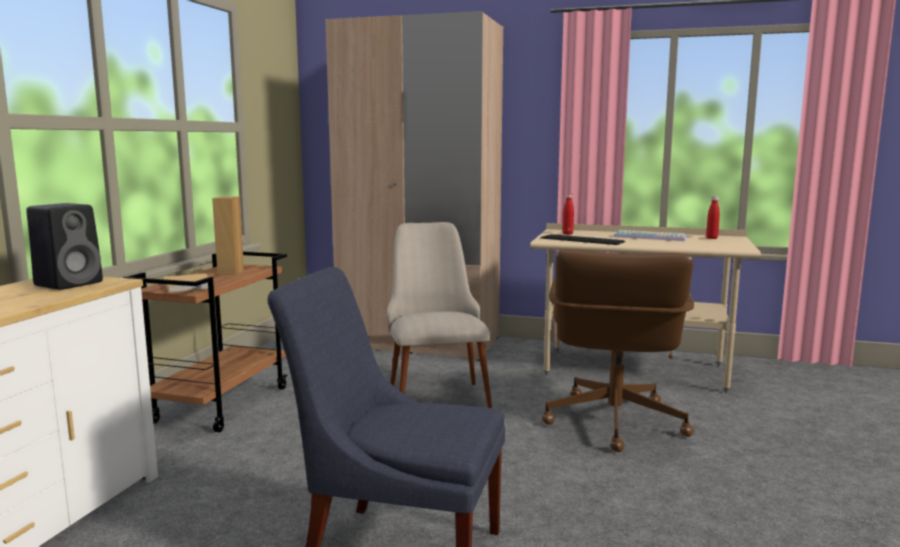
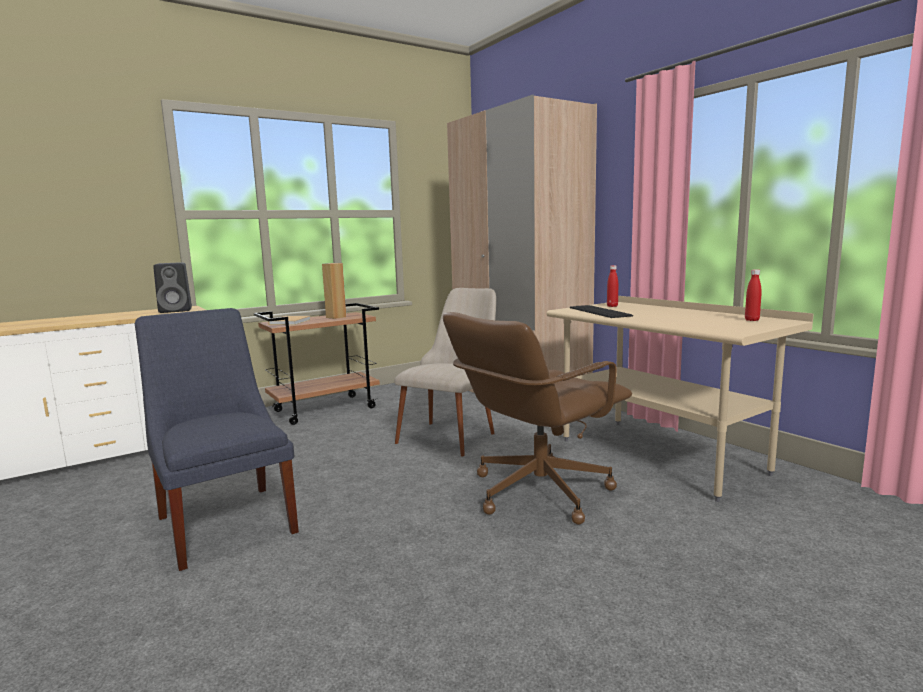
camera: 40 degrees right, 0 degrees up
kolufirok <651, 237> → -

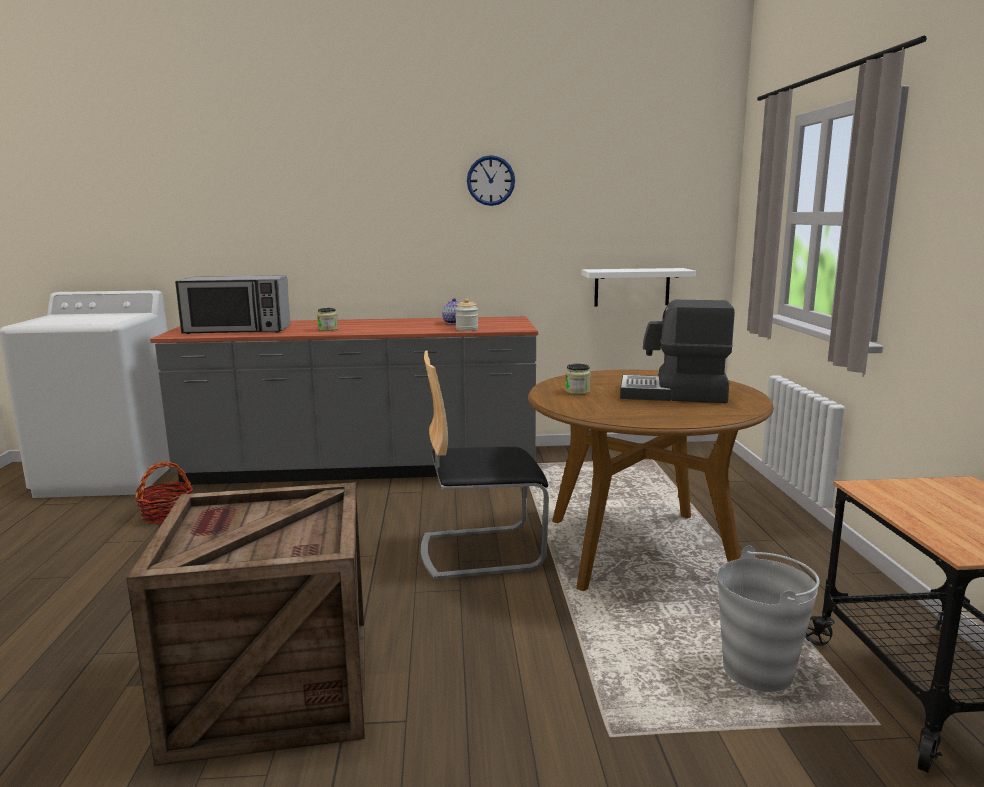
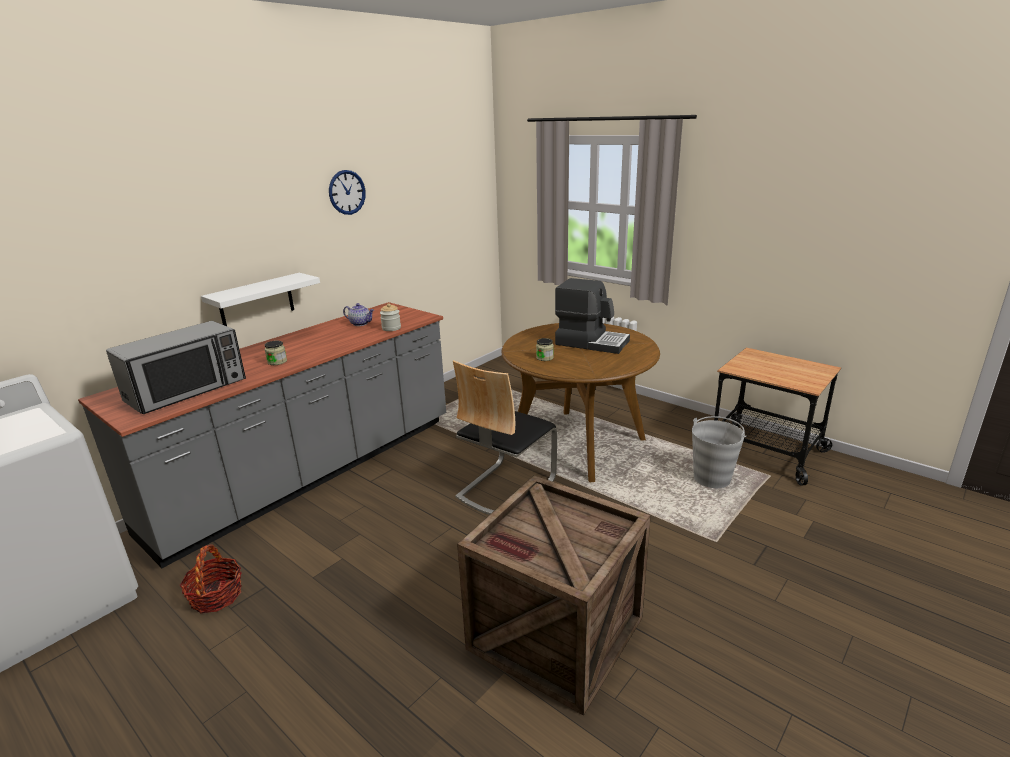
camera: 45 degrees left, 10 degrees up
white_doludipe <632, 287> → white_doludipe <256, 301>, relocated
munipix <673, 394> → munipix <591, 342>, 120 degrees counterclockwise

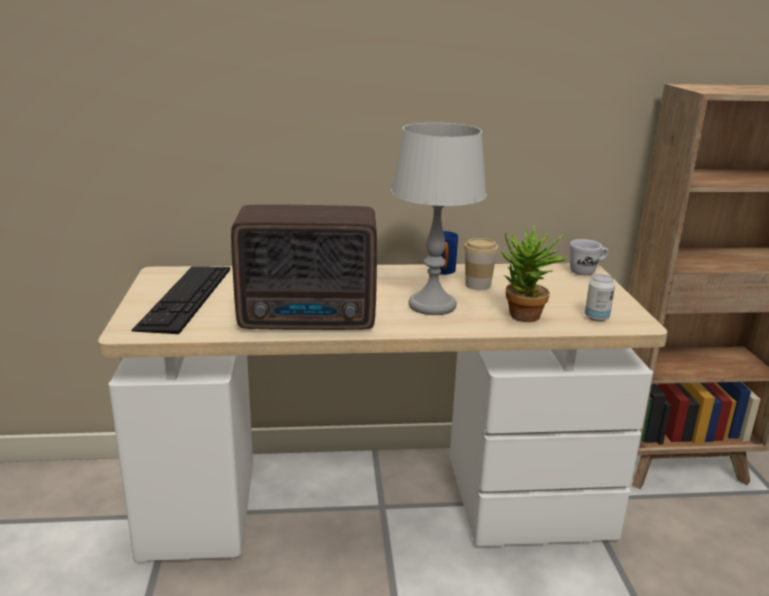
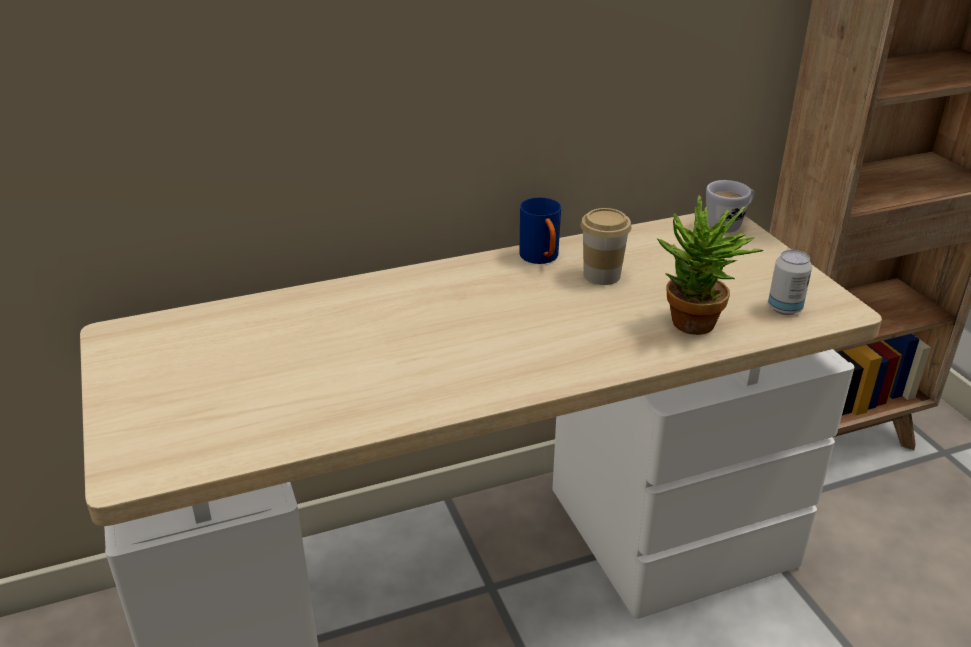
camera: 15 degrees left, 10 degrees up
kolufirok <186, 297> → -
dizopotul <311, 321> → -
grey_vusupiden <433, 305> → -

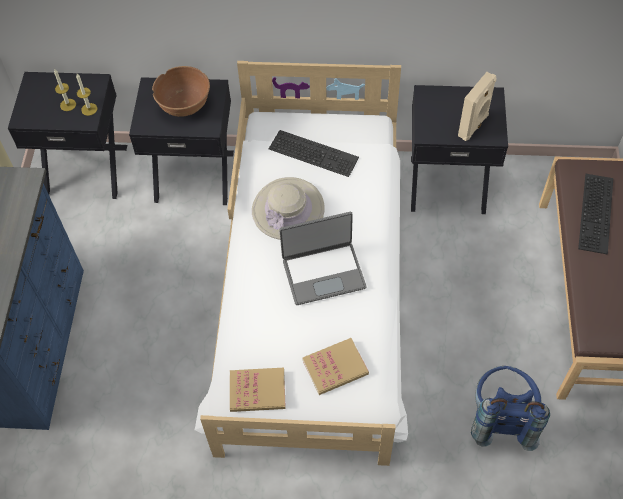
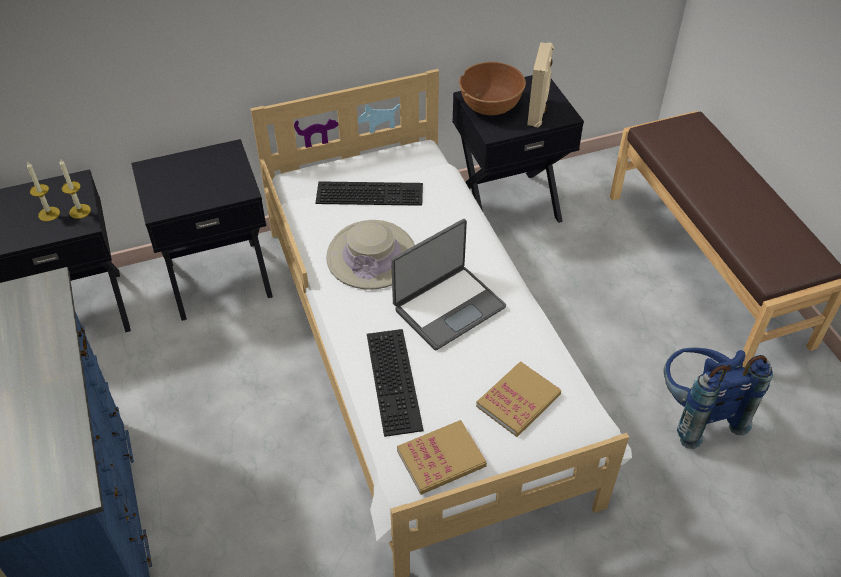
camera: 25 degrees left, 10 degrees down
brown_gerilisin <184, 104> → brown_gerilisin <490, 106>, relocated
kolufirok <597, 214> → kolufirok <396, 381>, relocated

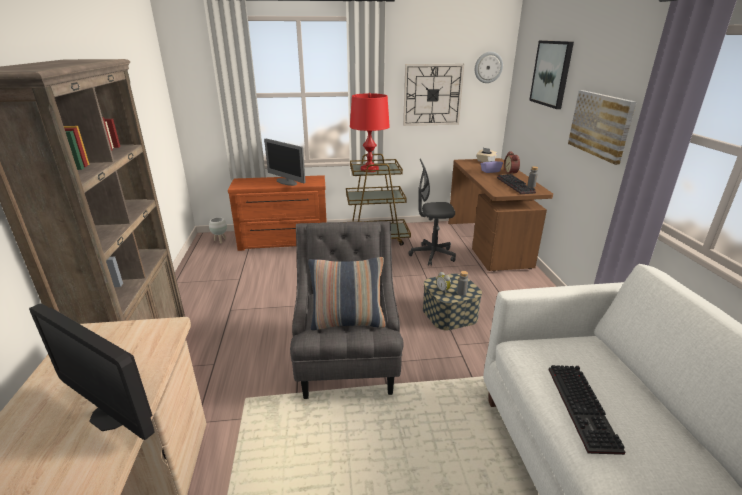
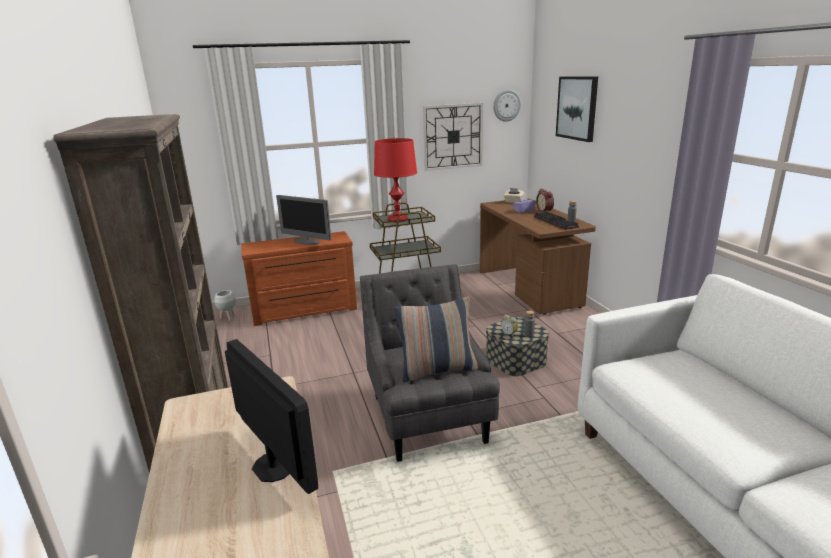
camera: 10 degrees left, 5 degrees down
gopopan <113, 414> → gopopan <273, 466>, 150 degrees counterclockwise
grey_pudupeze <432, 255> → -
kolufirok <585, 409> → -
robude <600, 125> → -

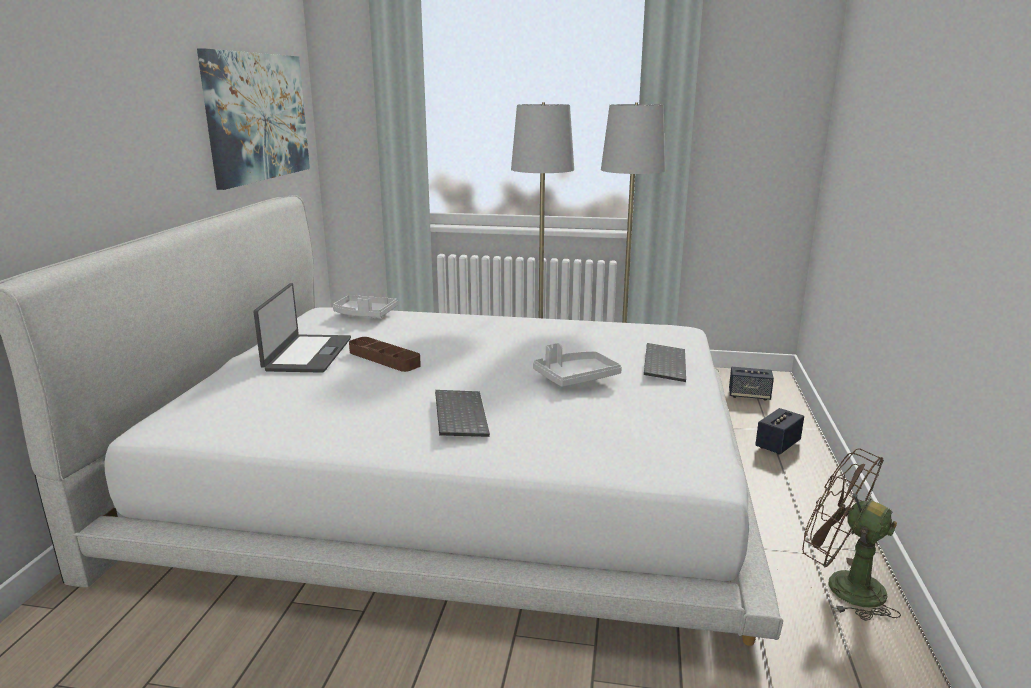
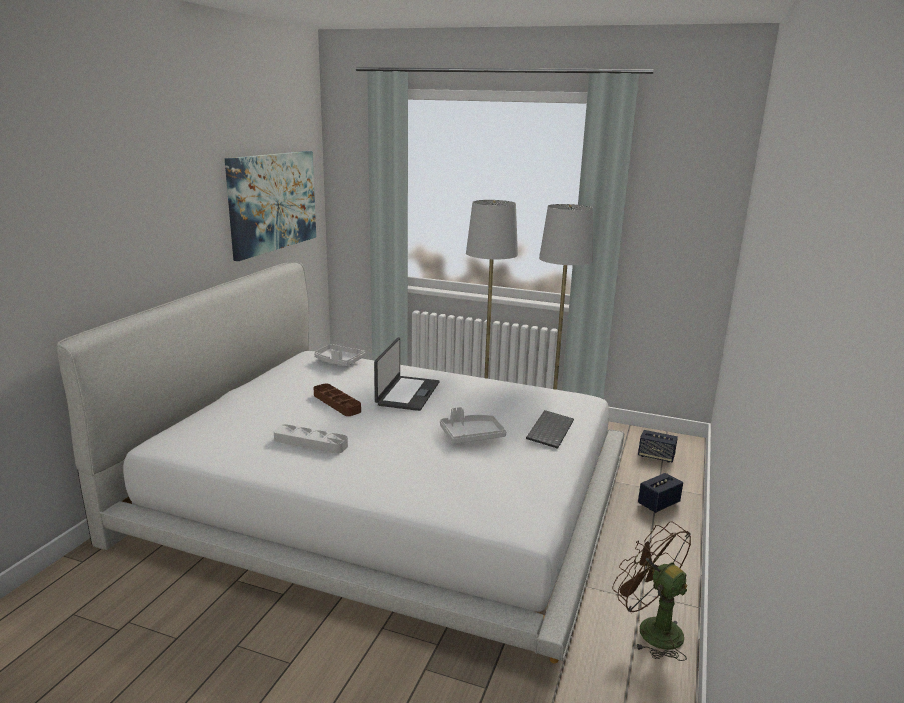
camera: 10 degrees right, 0 degrees up
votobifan <307, 354> → votobifan <407, 393>, relocated
kolufirok <458, 415> → -
- → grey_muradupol <310, 443>

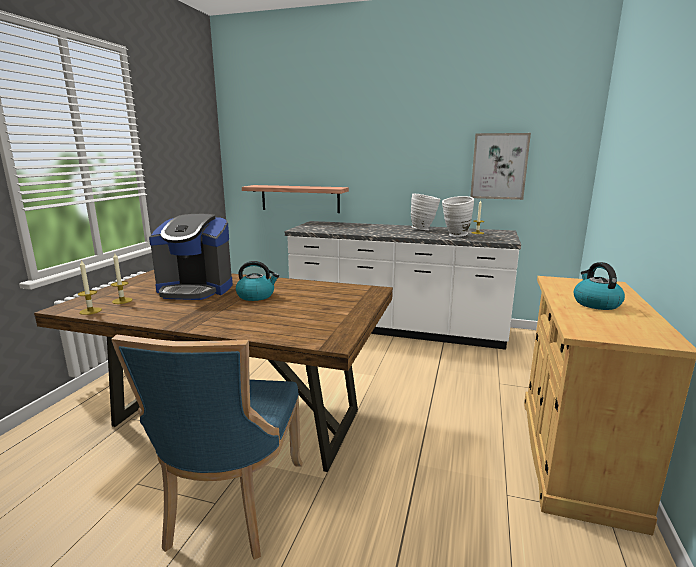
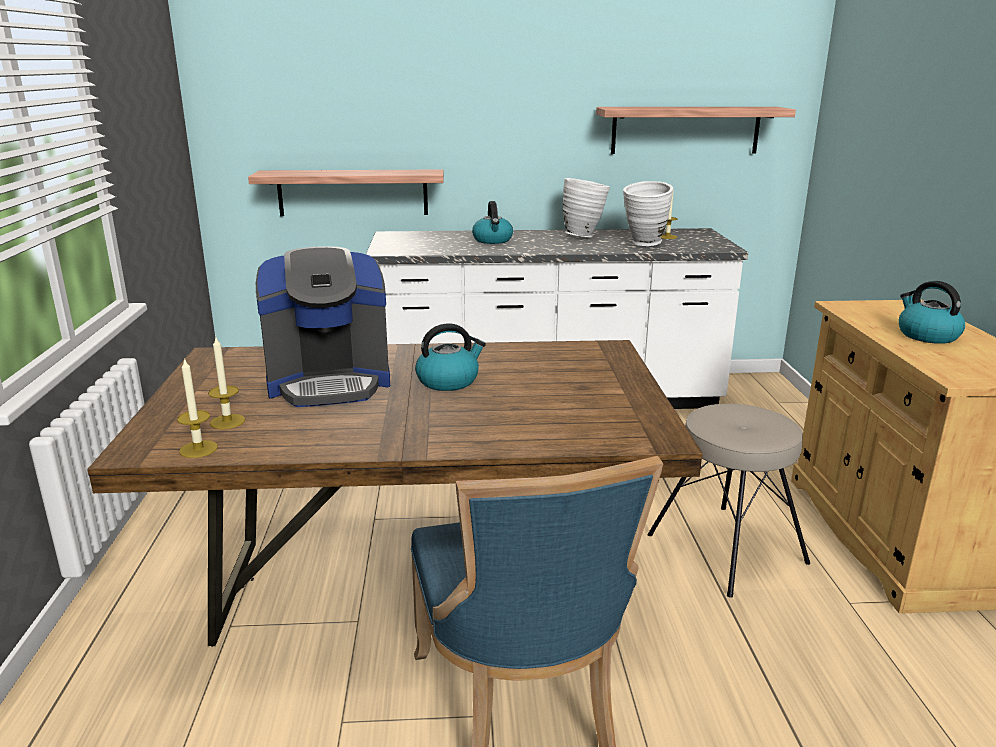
camera: 20 degrees left, 5 degrees up
robude <499, 166> → doludipe <685, 130>
- → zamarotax <493, 240>
- → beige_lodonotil <727, 547>

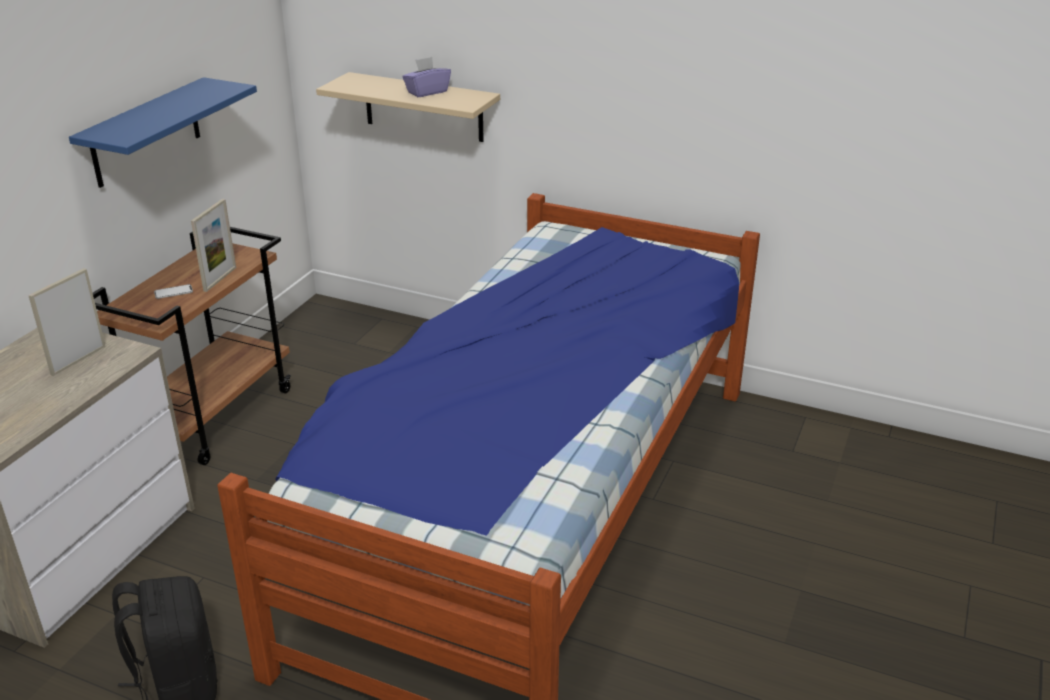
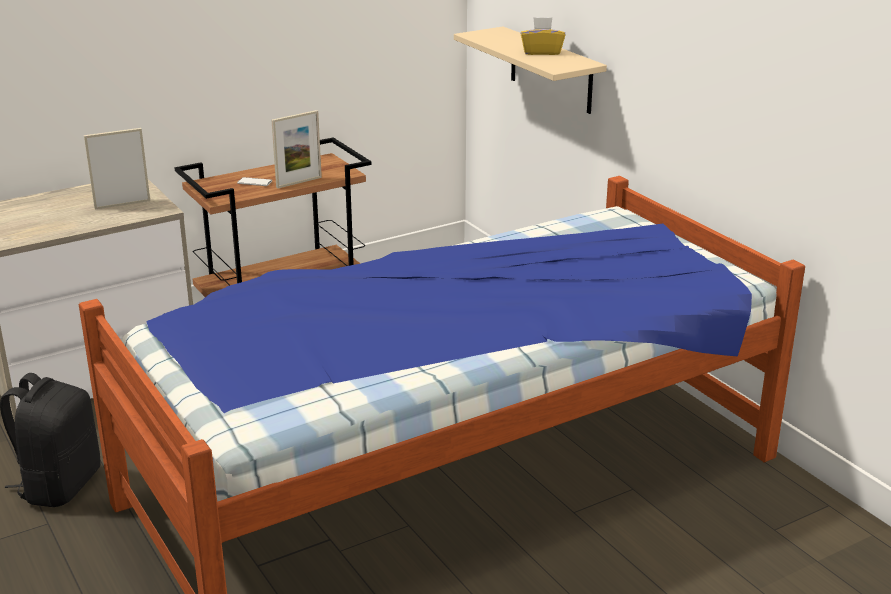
camera: 35 degrees right, 5 degrees down
blue_doludipe <146, 133> → -
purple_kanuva <427, 92> → yellow_kanuva <541, 52>

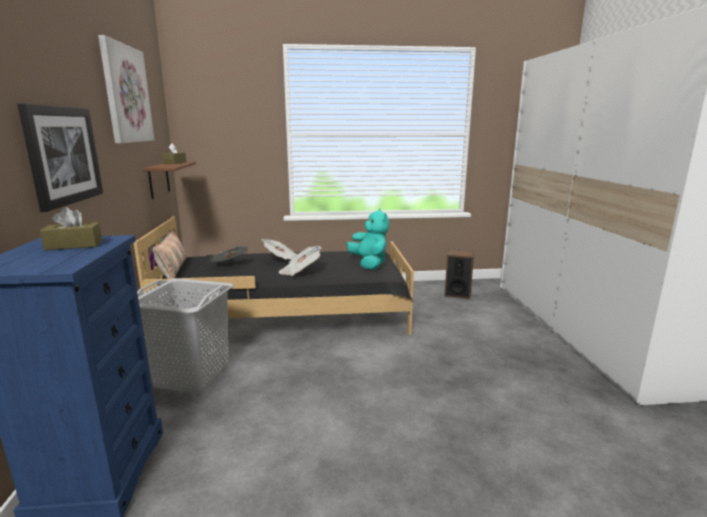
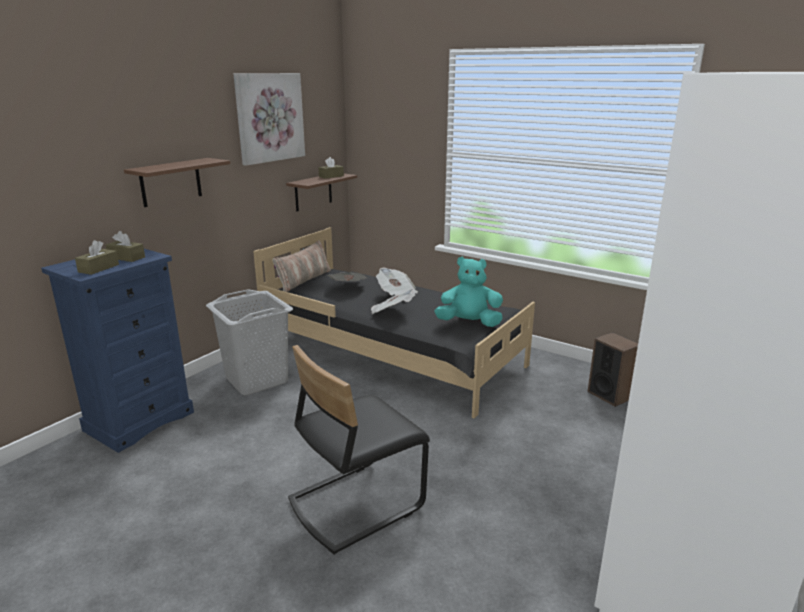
camera: 40 degrees right, 5 degrees up
robude <63, 155> → brown_doludipe <171, 182>
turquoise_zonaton <369, 264> → turquoise_zonaton <469, 323>, 105 degrees counterclockwise
- → brown_kanuva <98, 268>
- → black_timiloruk <355, 503>

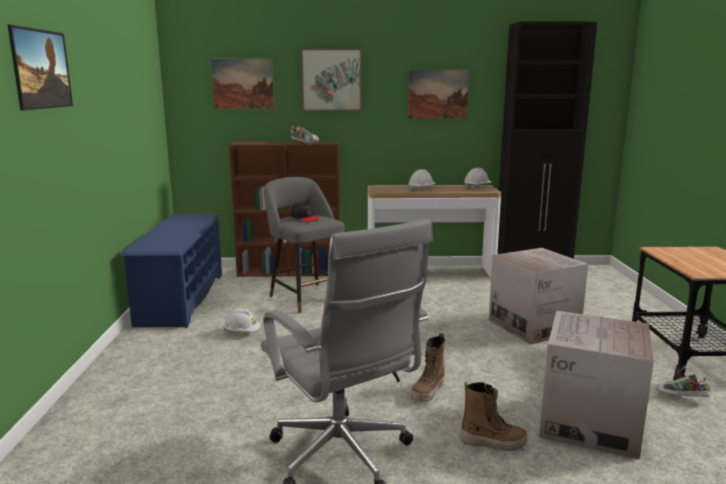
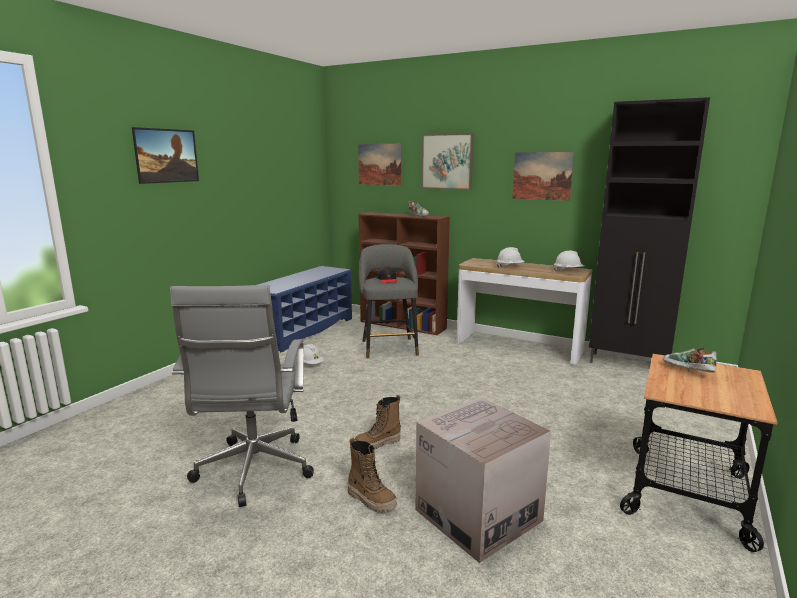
camera: 30 degrees right, 0 degrees up
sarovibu <533, 326> → -
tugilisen <681, 398> → tugilisen <687, 371>, relocated

